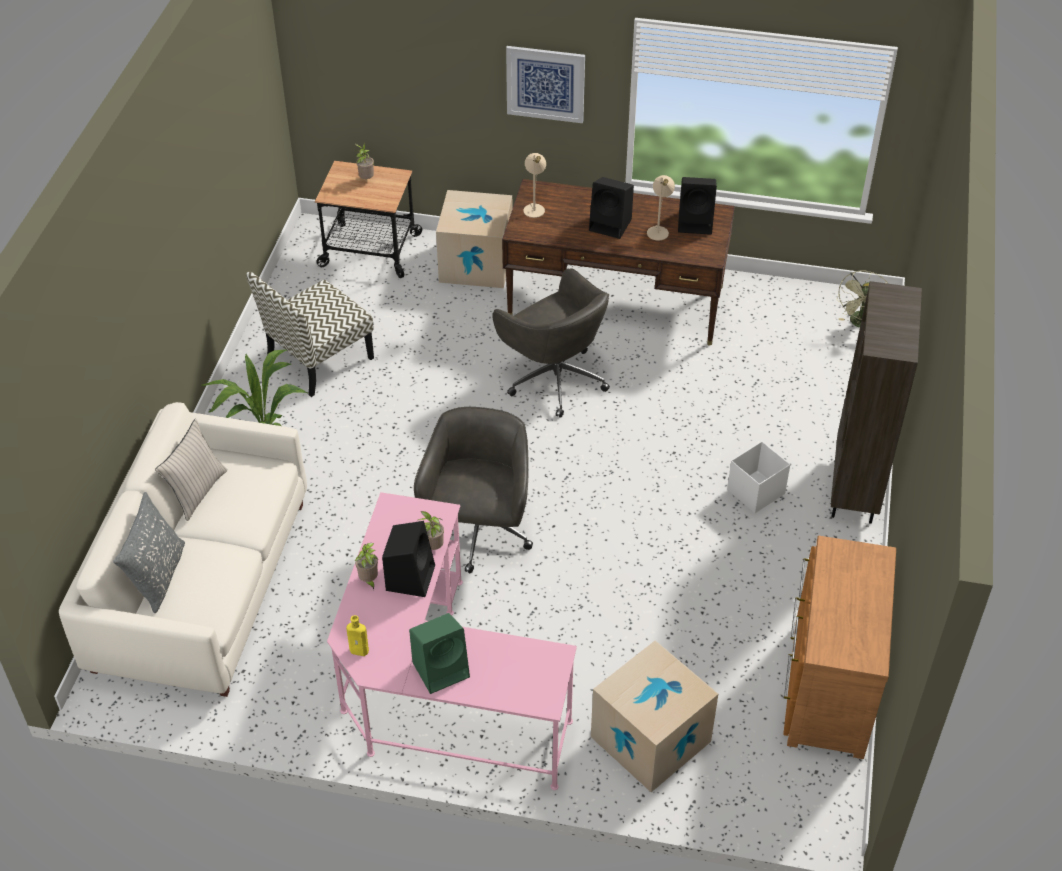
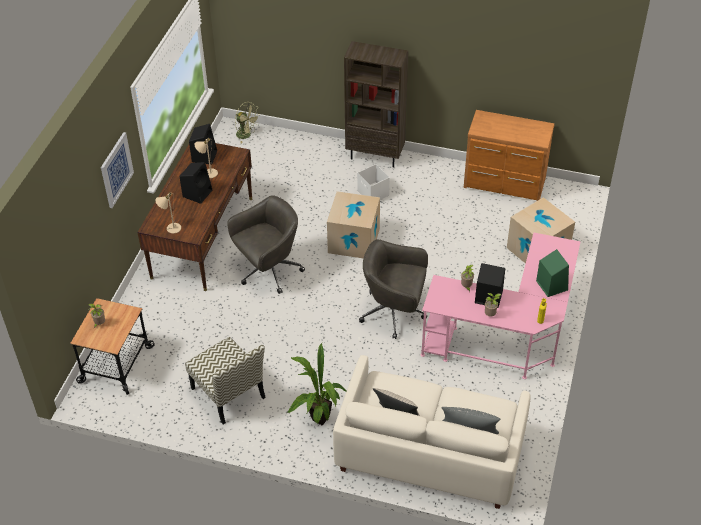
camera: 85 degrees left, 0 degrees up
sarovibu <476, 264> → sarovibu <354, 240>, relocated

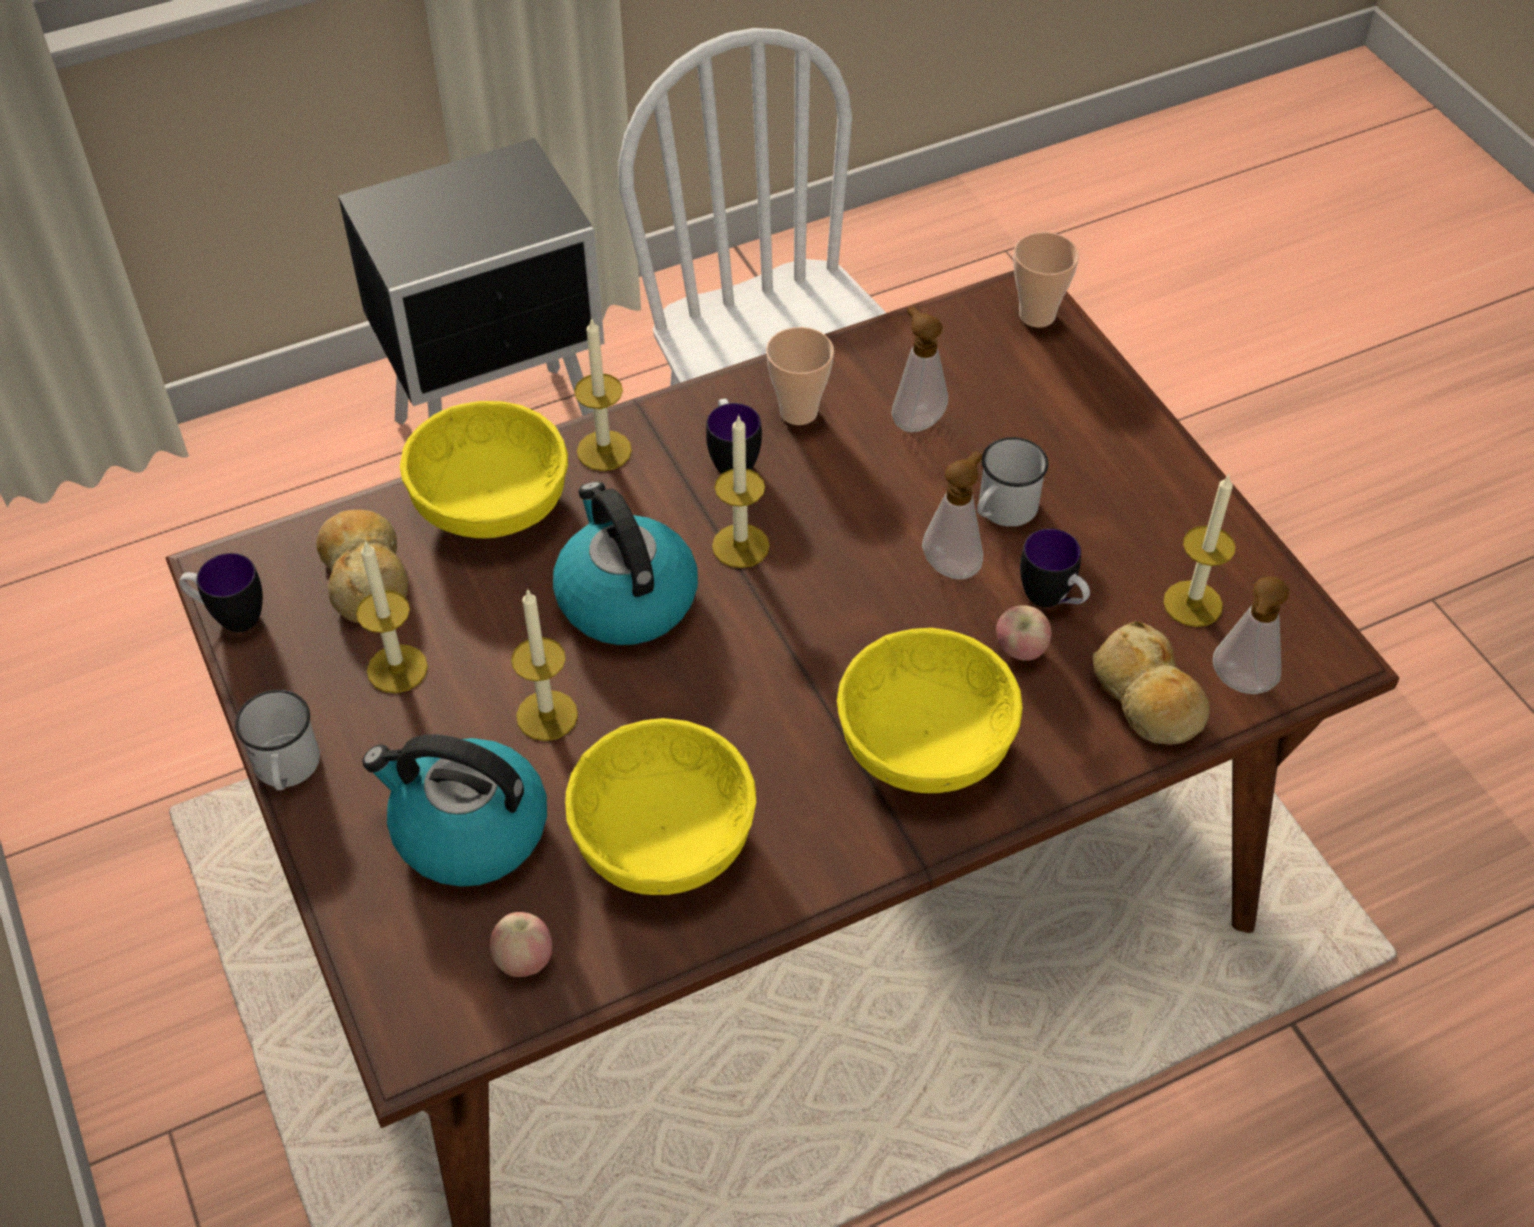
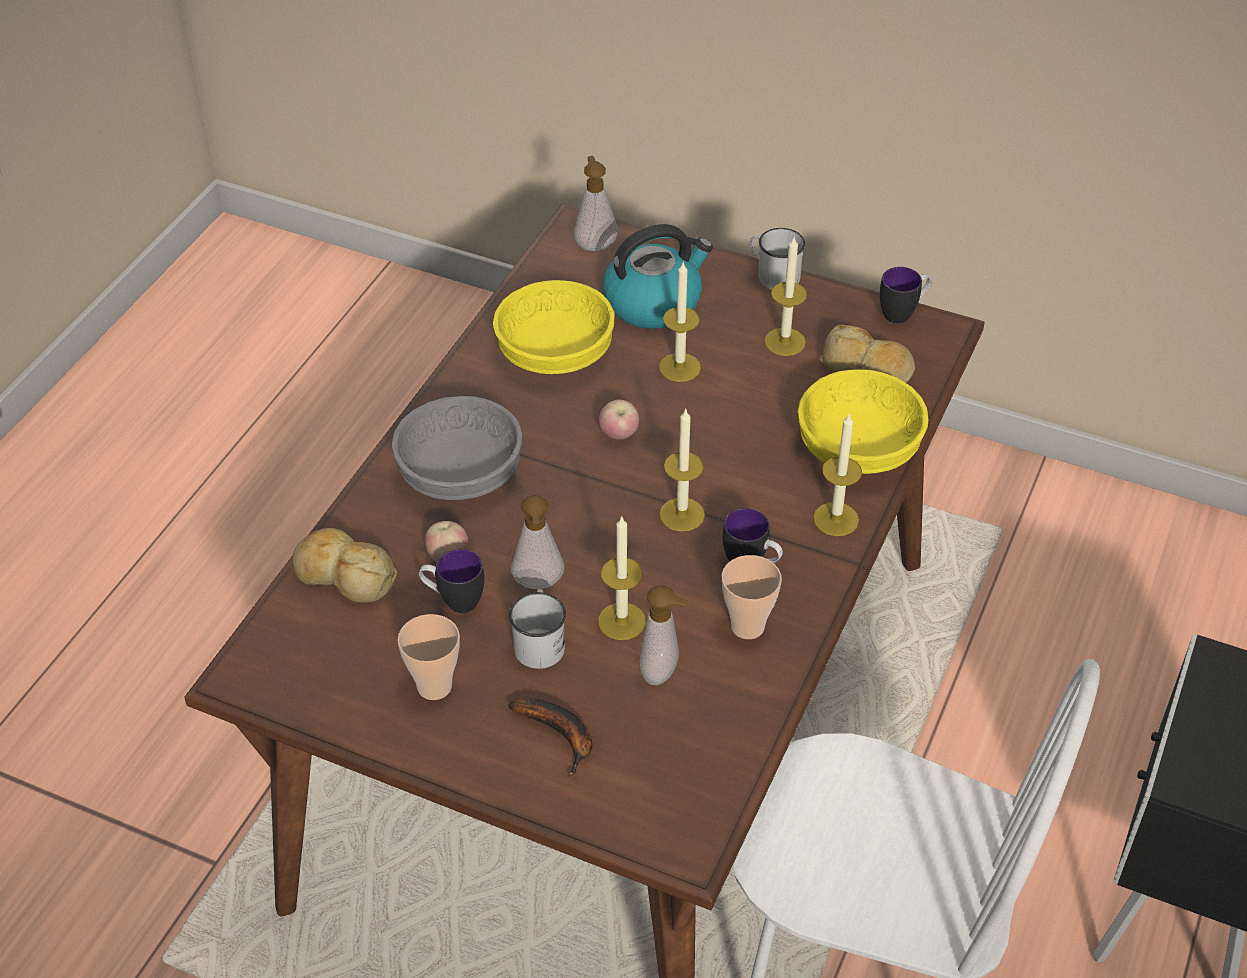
camera: 140 degrees right, 5 degrees down
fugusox <524, 960> → fugusox <619, 435>, relocated
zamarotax <625, 598> → -
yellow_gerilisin <922, 740> → grey_gerilisin <462, 474>
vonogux <1037, 315> → vonogux <434, 686>, relocated
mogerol <1192, 604> → mogerol <621, 621>, relocated
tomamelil <1239, 686> → tomamelil <595, 244>, relocated
- → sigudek <561, 736>

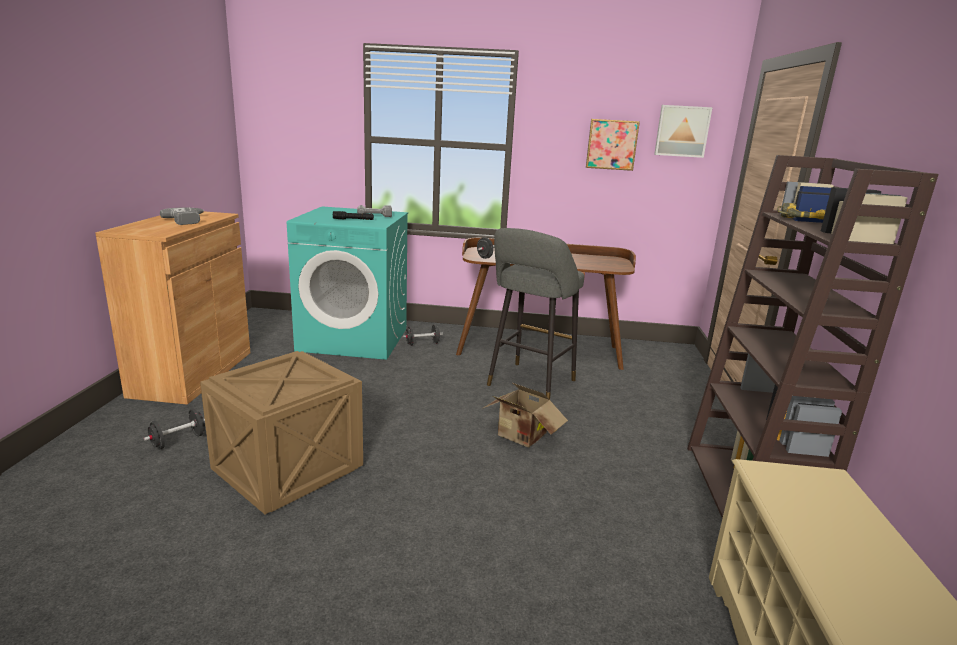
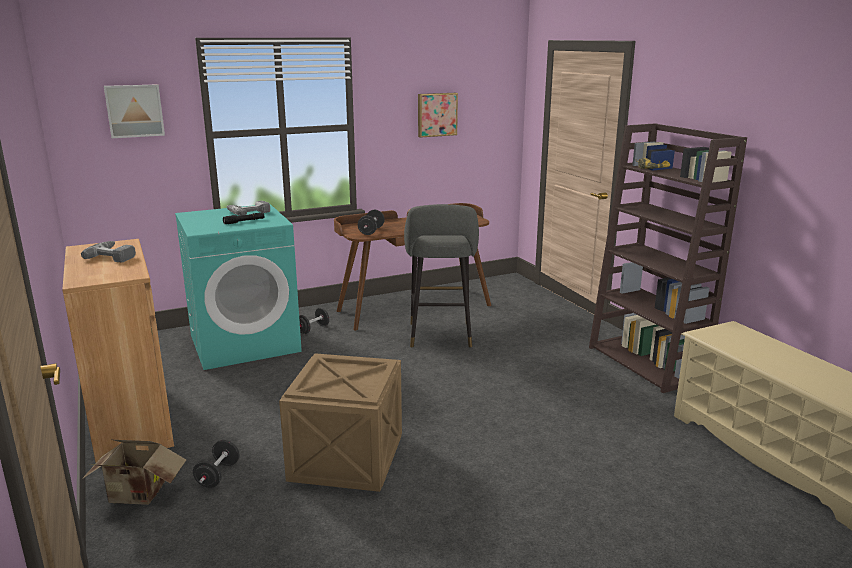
camera: 30 degrees left, 0 degrees up
sarovibu <521, 437> → sarovibu <137, 495>, relocated
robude <682, 131> → robude <134, 110>, relocated

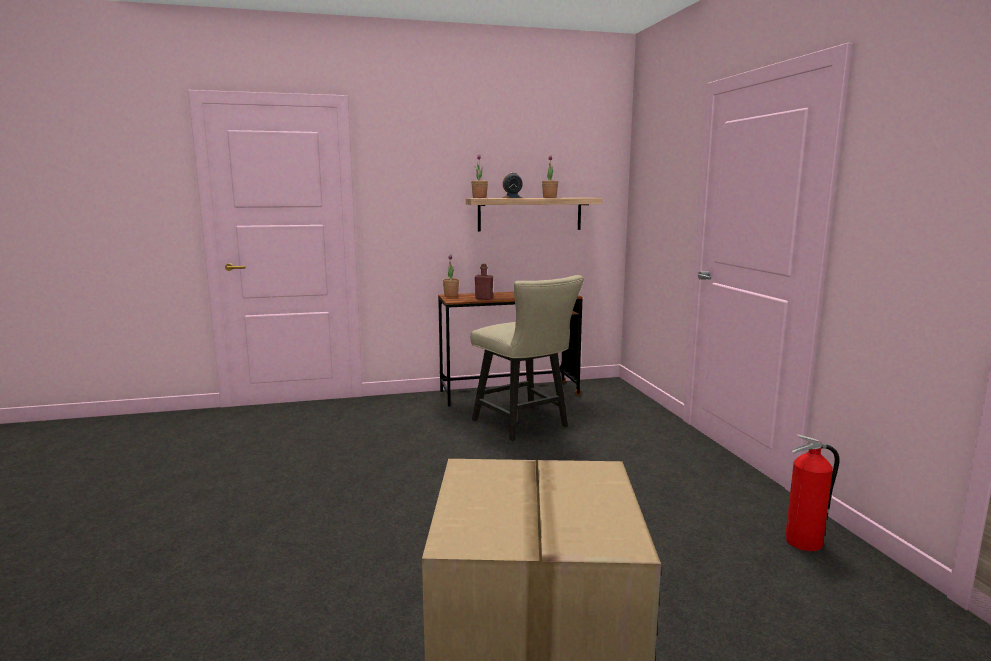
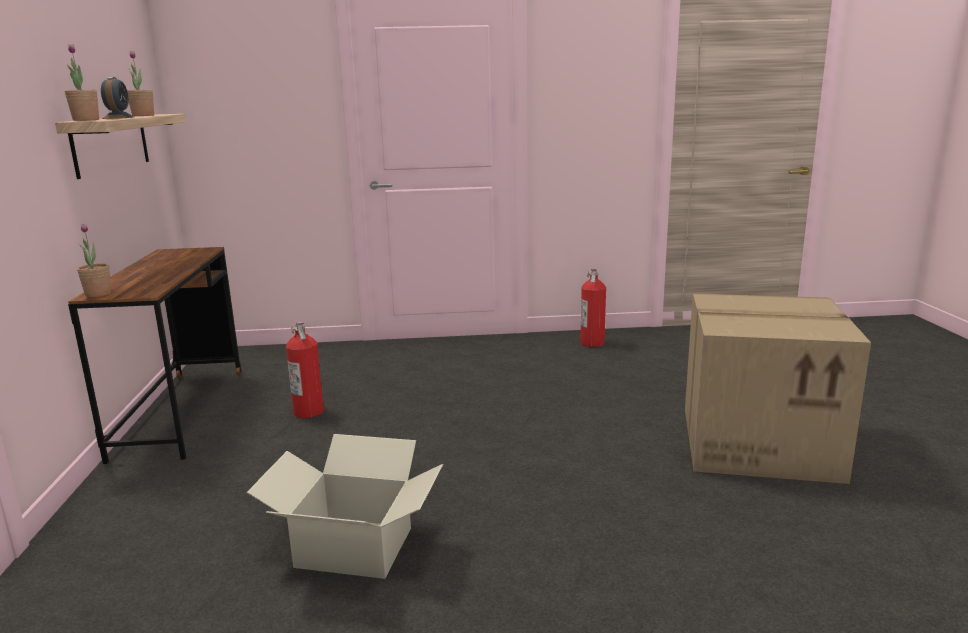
camera: 80 degrees left, 5 degrees up
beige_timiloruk <524, 425> → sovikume <309, 412>
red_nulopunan <484, 299> → -
- → sarovibu <354, 546>

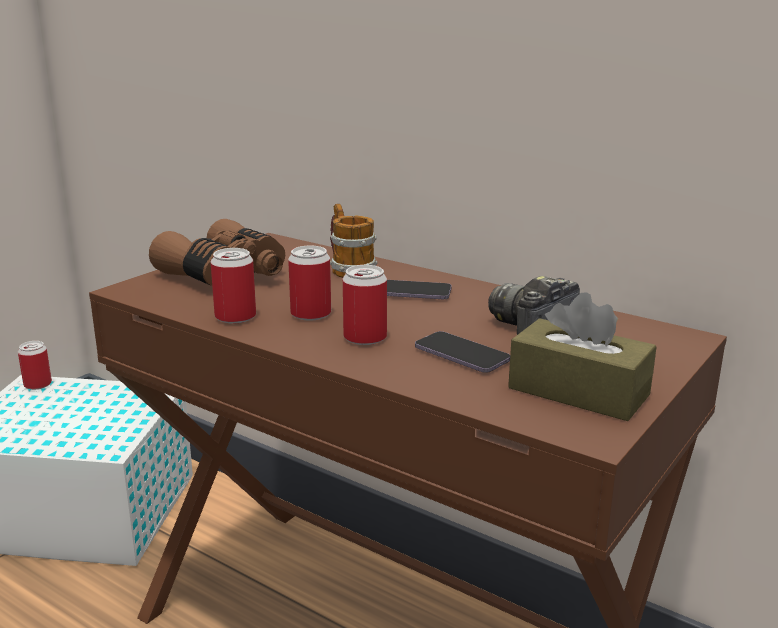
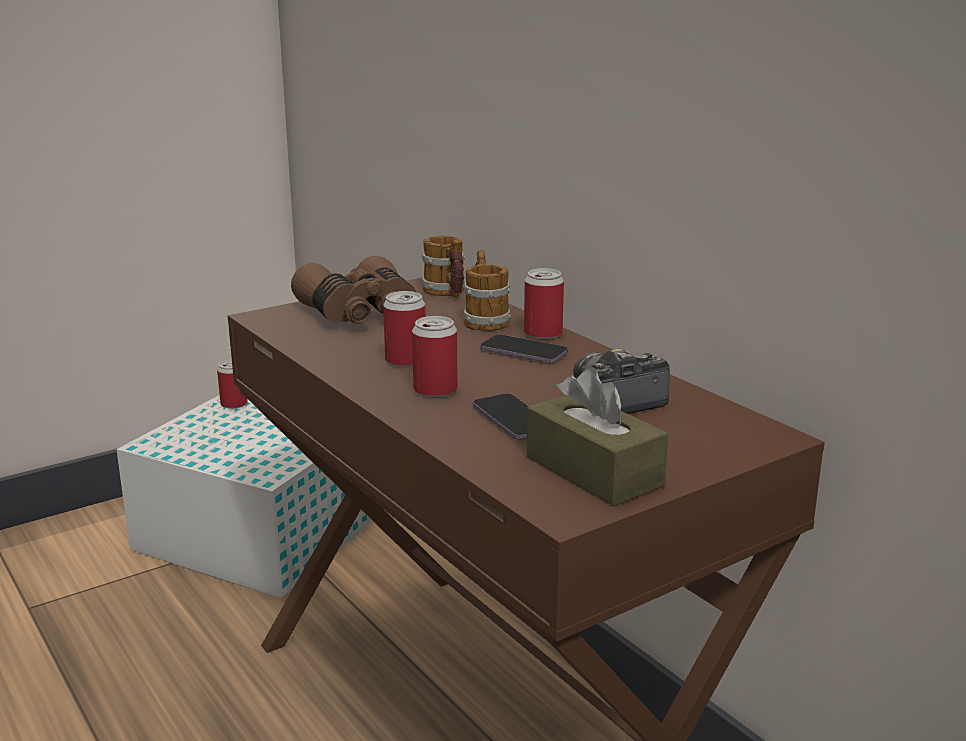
camera: 20 degrees right, 0 degrees up
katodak <235, 317> → katodak <543, 333>, relocated
- → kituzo <447, 292>

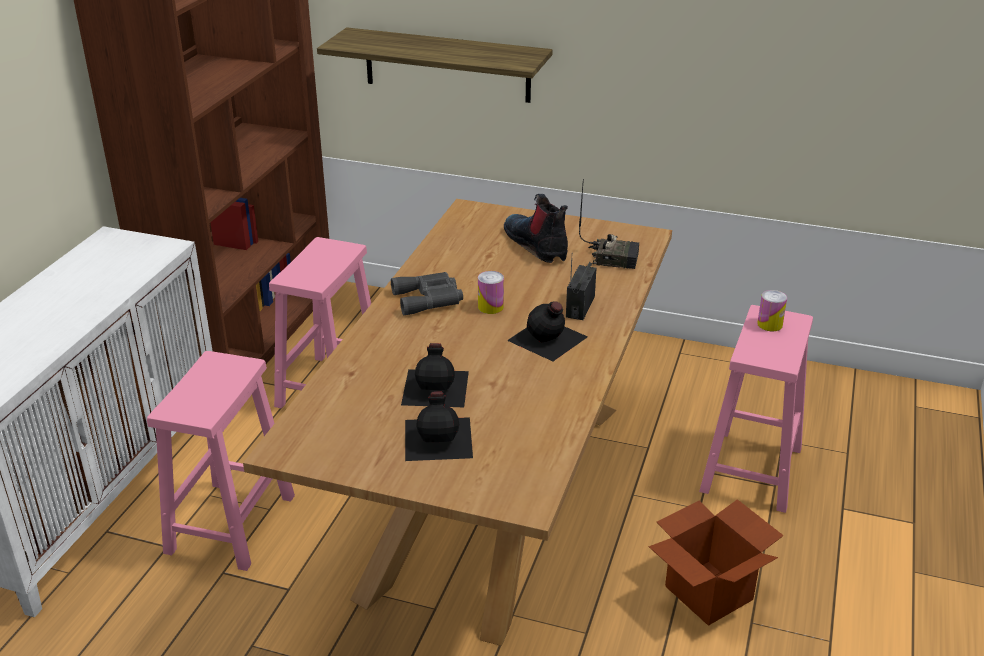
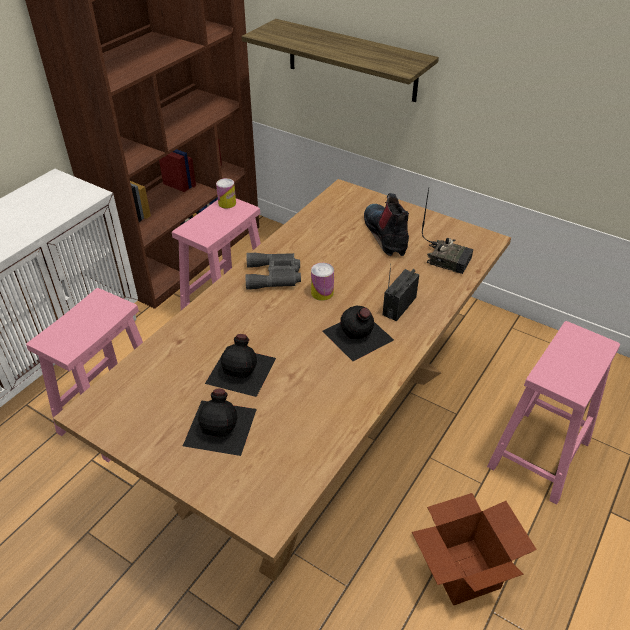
camera: 15 degrees right, 10 degrees up
katodak <769, 324> → katodak <227, 203>, relocated

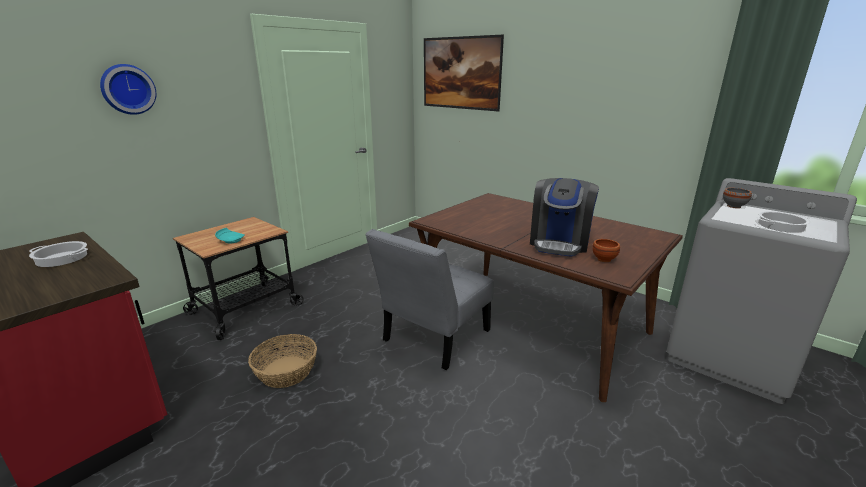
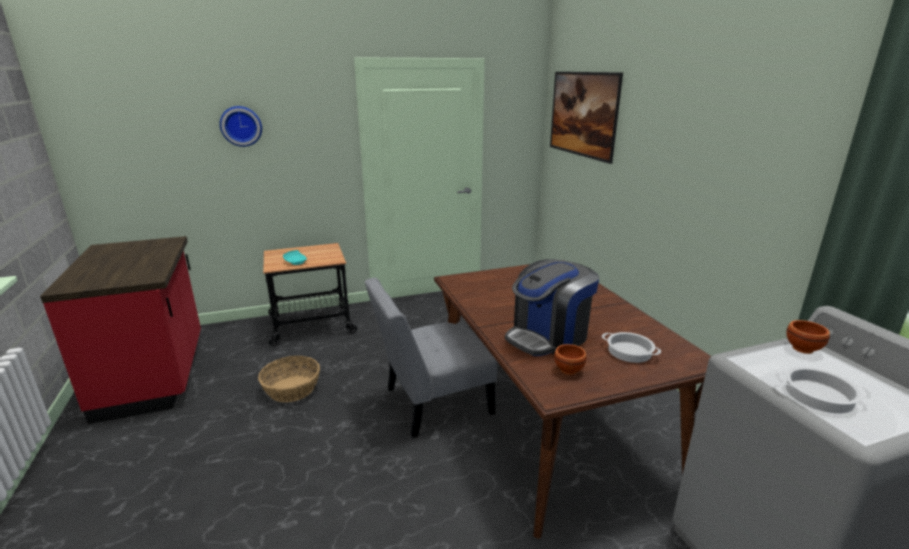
camera: 30 degrees right, 0 degrees up
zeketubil <62, 258> → zeketubil <630, 351>, relocated
grey_gerilisin <732, 206> → brown_gerilisin <801, 348>

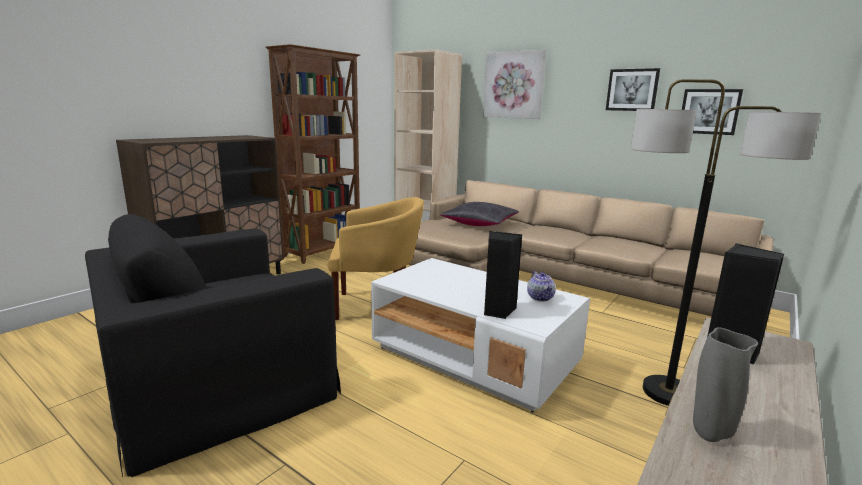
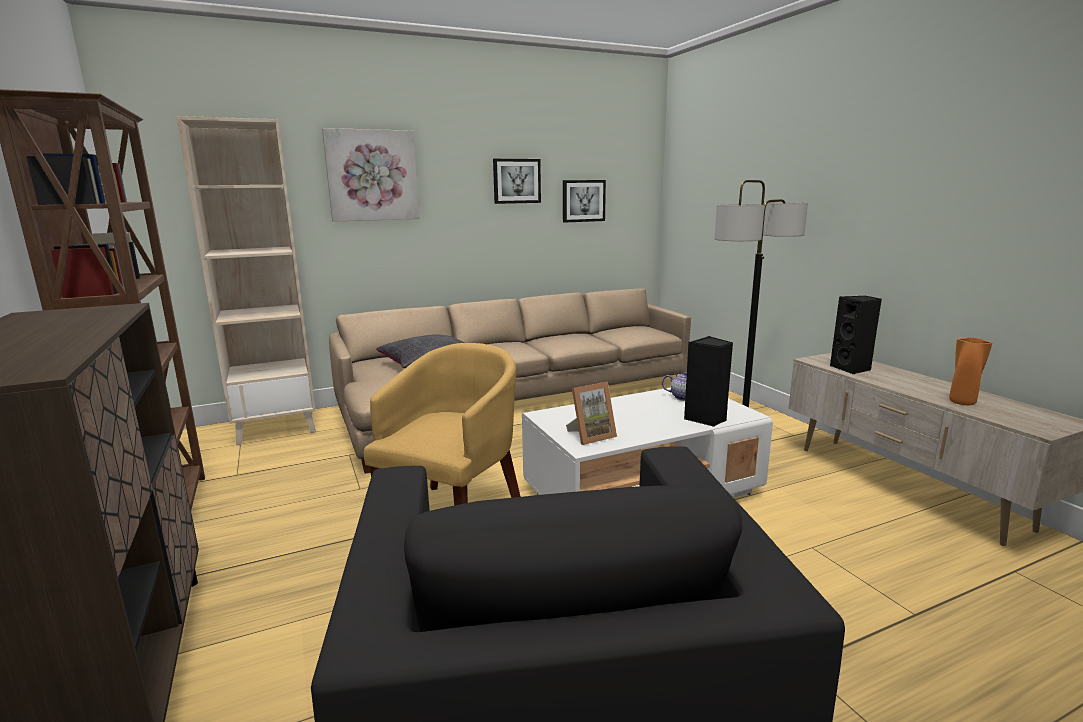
camera: 60 degrees left, 0 degrees up
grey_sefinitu <710, 433> → orange_sefinitu <962, 402>
- → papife <591, 436>

